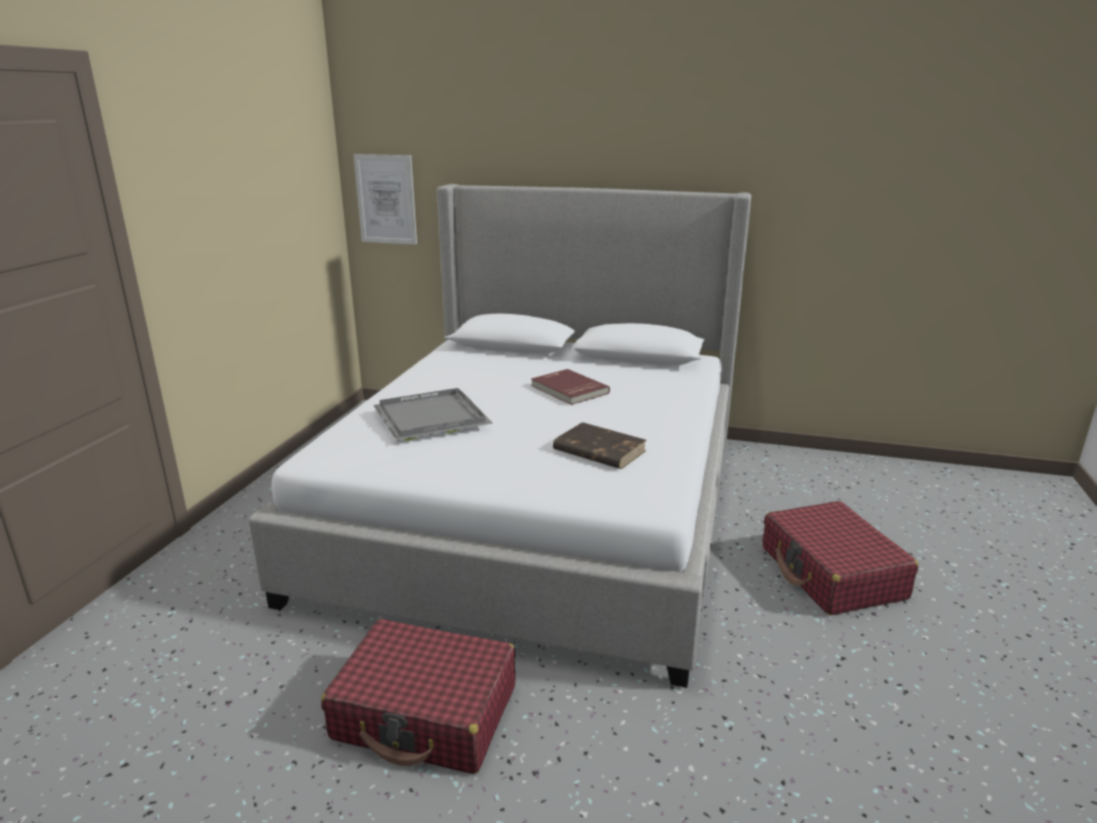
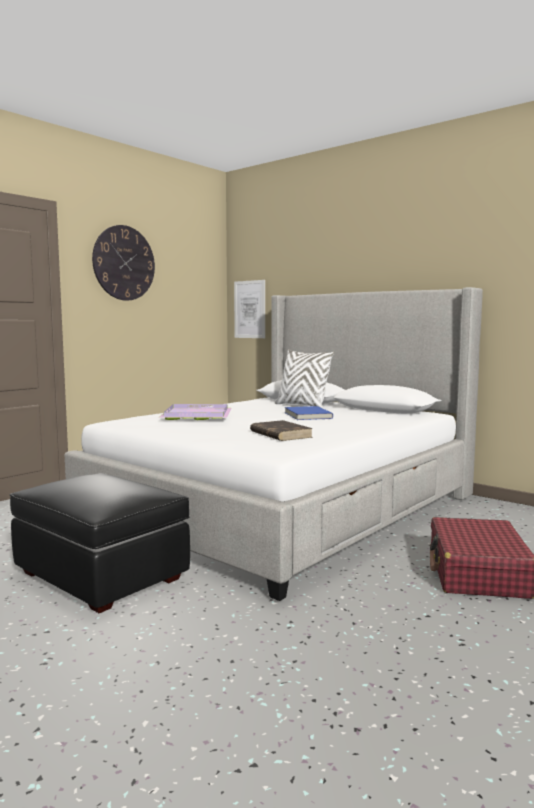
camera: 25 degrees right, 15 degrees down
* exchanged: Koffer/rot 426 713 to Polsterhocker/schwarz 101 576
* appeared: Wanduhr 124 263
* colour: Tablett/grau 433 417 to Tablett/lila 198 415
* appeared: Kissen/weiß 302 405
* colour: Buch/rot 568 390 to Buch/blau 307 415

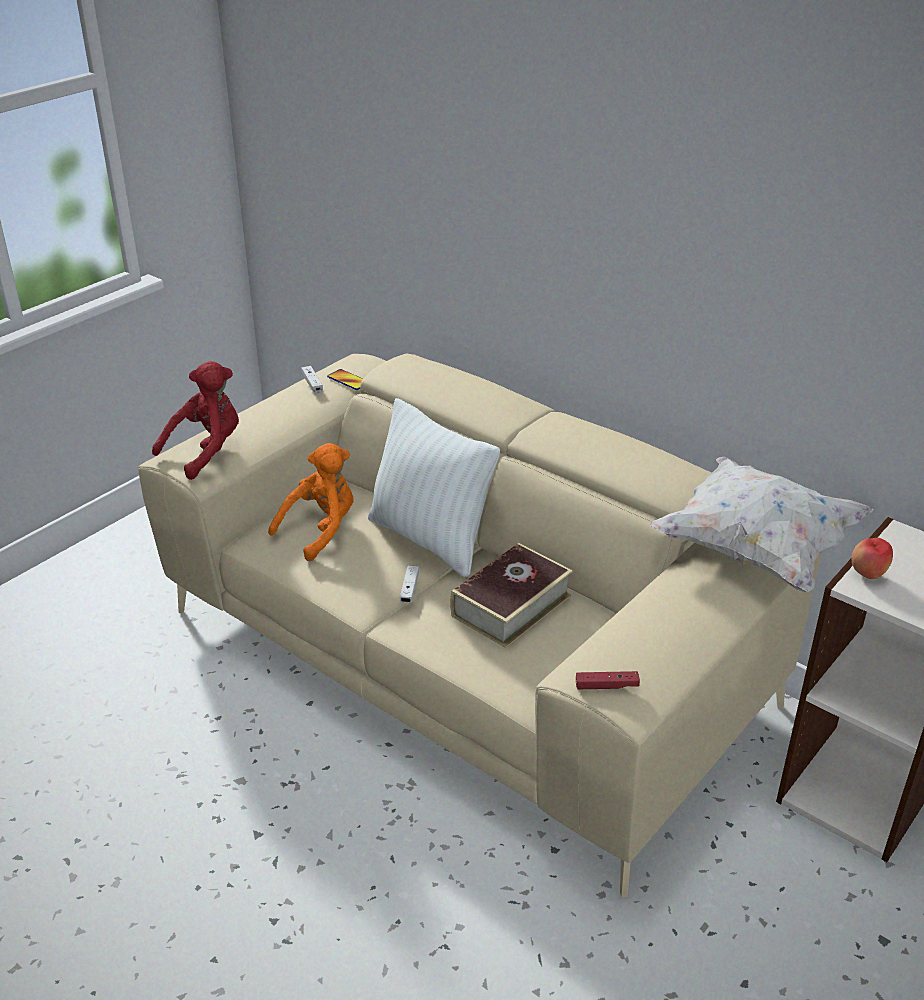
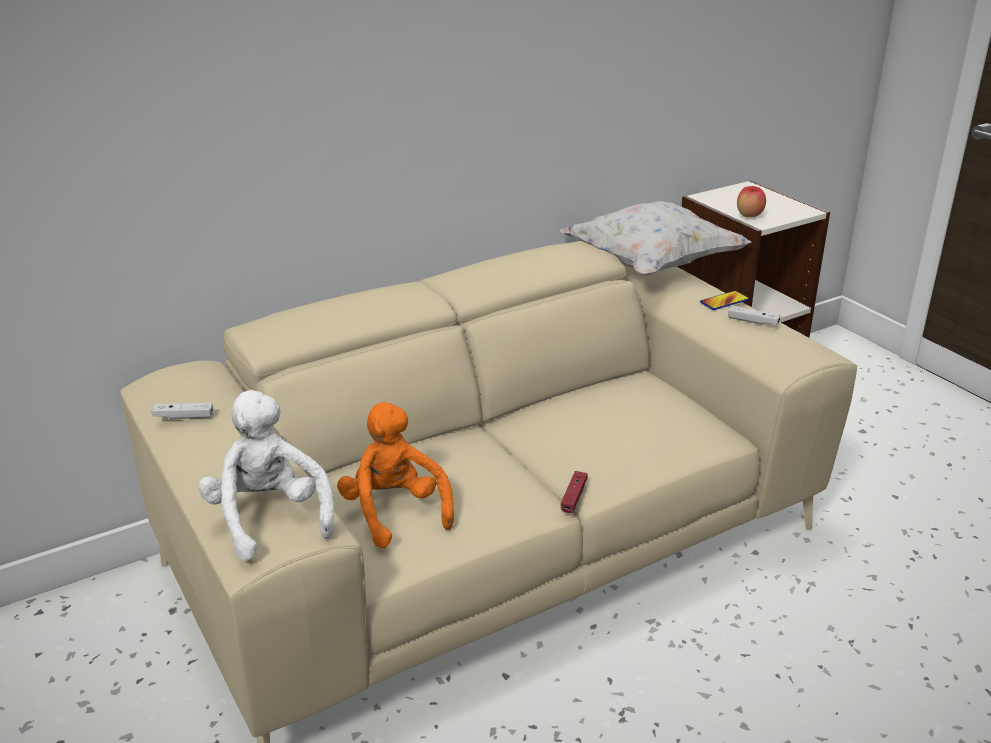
camera: 70 degrees left, 5 degrees down
* colour: Plüschtier/rot 206 451 to Plüschtier/weiß 269 518
* relocated: Gamepad/rot 606 686 to 574 497
* relocated: Handy 348 380 to 724 301
* relocated: Gamepad/weiß 409 589 to 753 321
* missing: Kissen/weiß 430 539
* missing: Buch 511 605

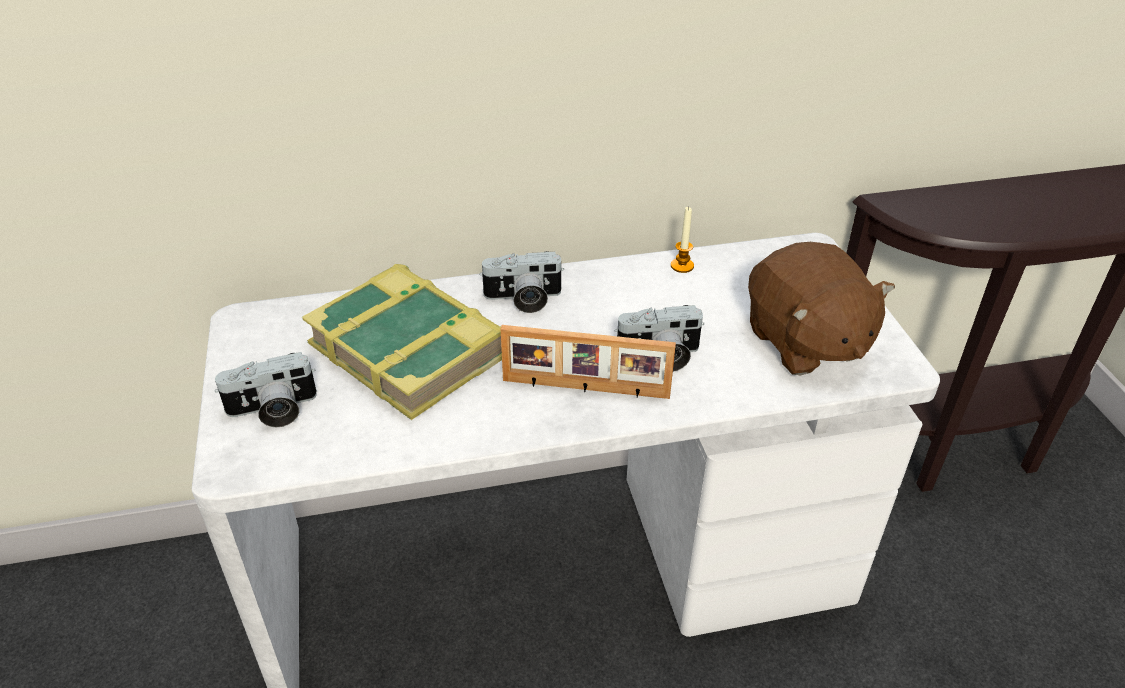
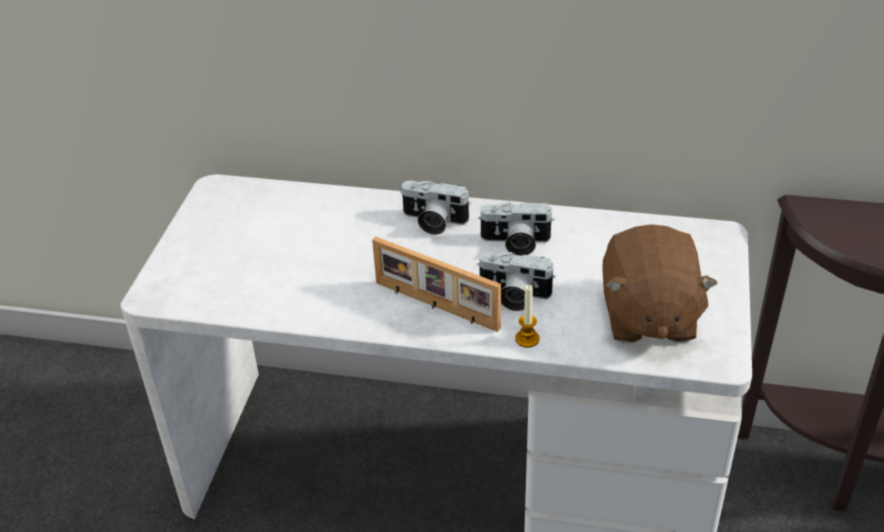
camera: 25 degrees right, 0 degrees up
* relocated: Kamera 273 411 to 515 243
* relocated: Kerze 682 266 to 527 339
* missing: Buch 411 349

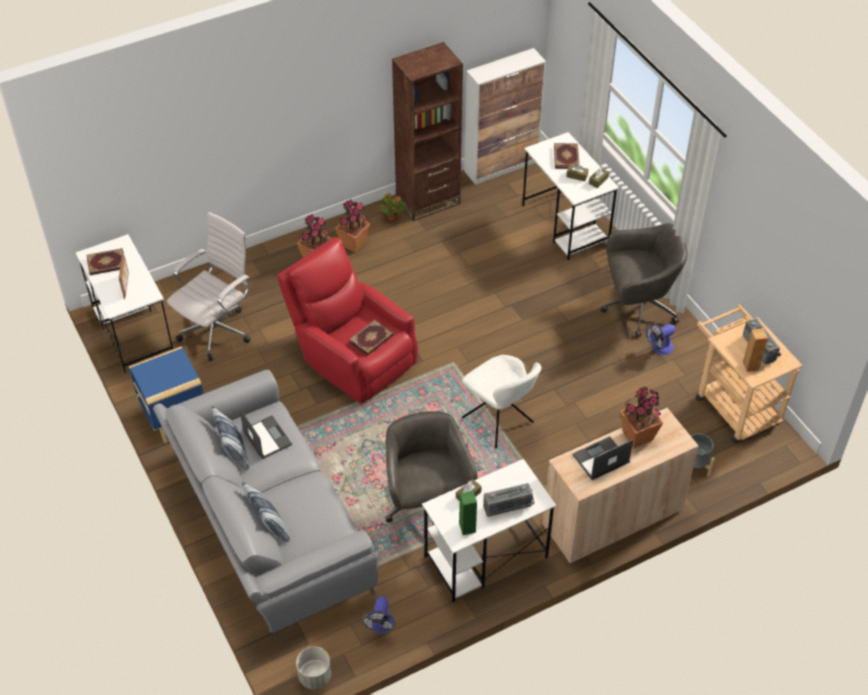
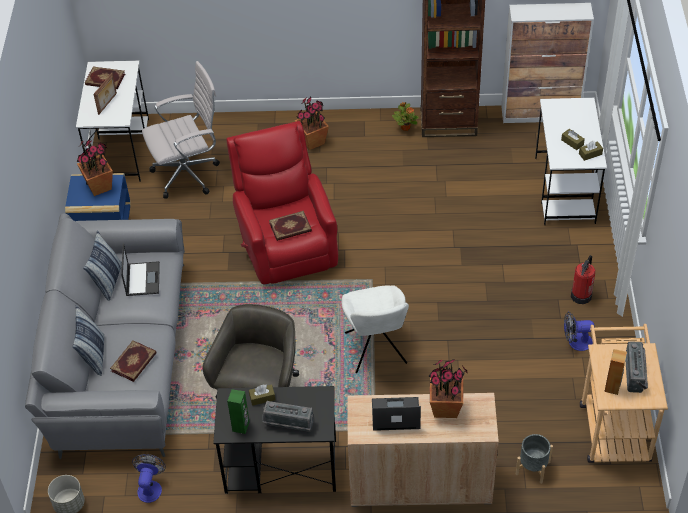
camera: 30 degrees right, 0 degrees up
* relocated: Topfpflanze 353 244 to 99 186
* relocated: Buch 567 157 to 134 362
* spun: Ventilator 380 627 = 150 487 150 degrees clockwise
* colour: Schreibtisch/weiß 485 557 to Schreibtisch/schwarz 280 467
* exchanged: Bürostuhl/grau 637 308 to Feuerlöscher 581 295

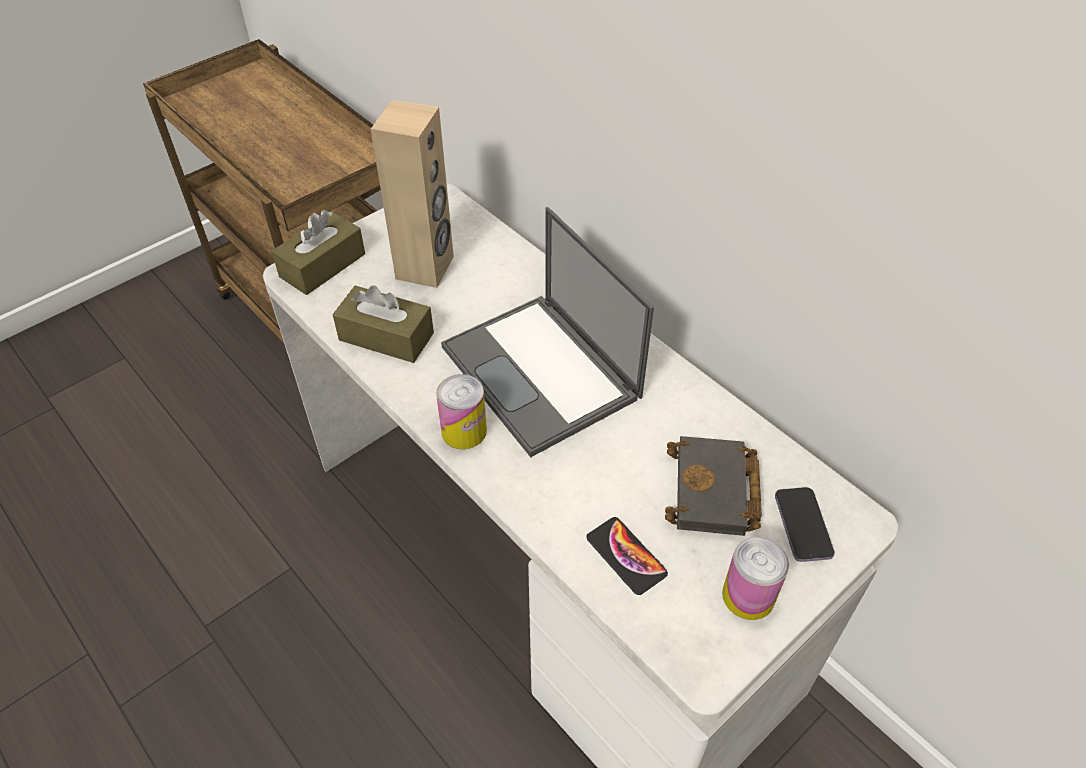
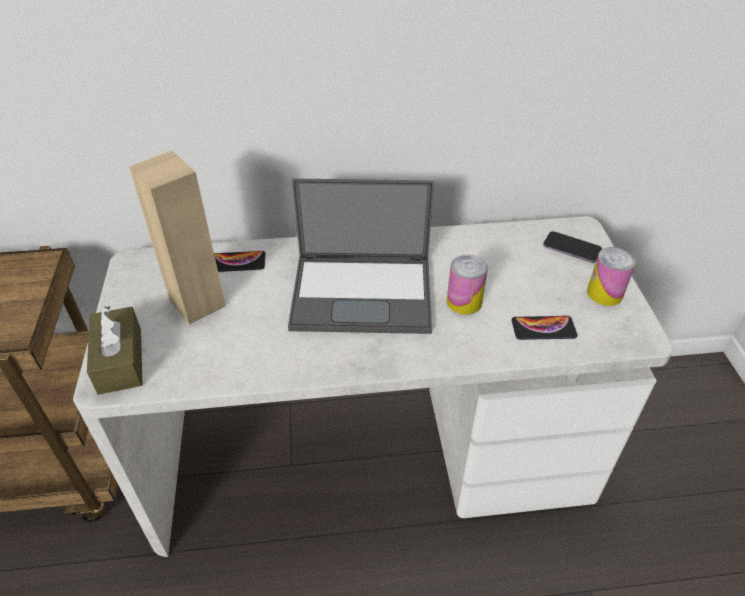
camera: 55 degrees left, 5 degrees down
* appeared: Handy 237 262
* relocated: Dose 464 431 to 464 301
* missing: Taschentuchbox/braun 386 336
* missing: Buch/schwarz 715 493

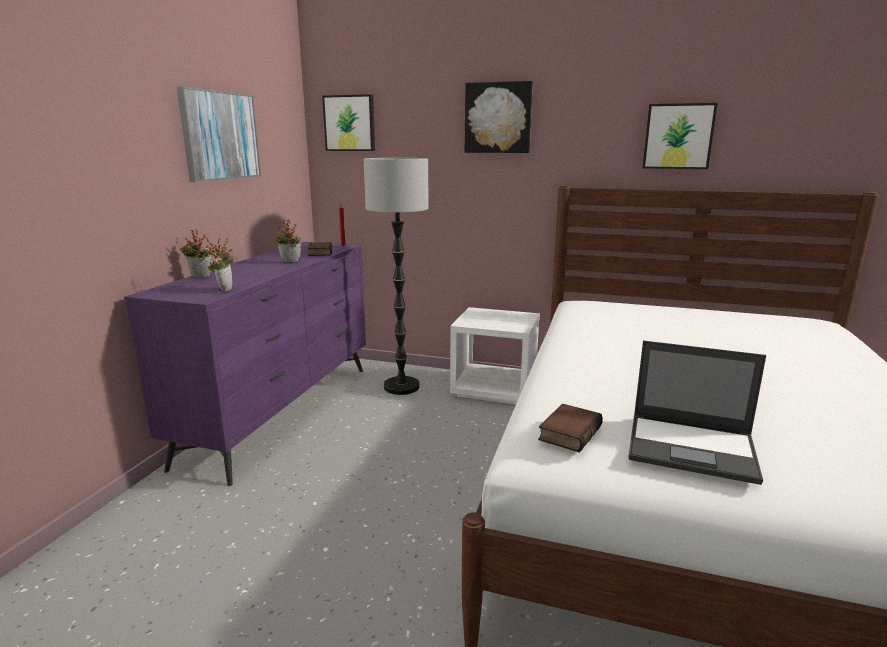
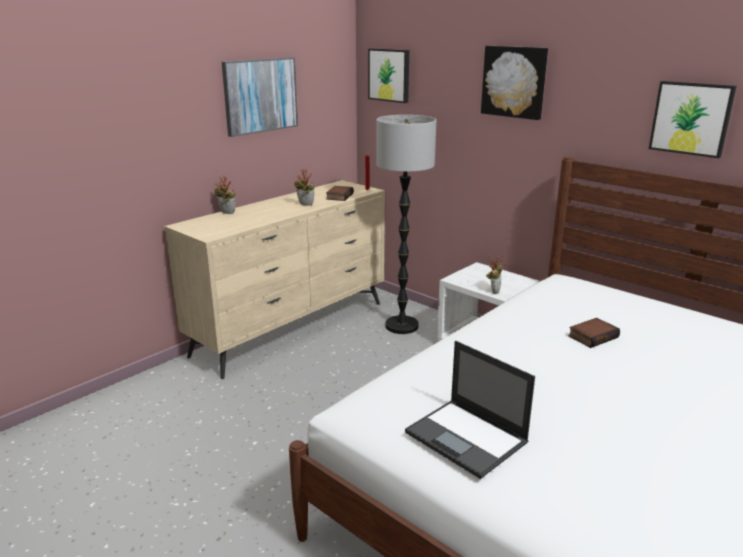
camera: 25 degrees right, 5 degrees up
* colour: Kommode/lila 283 412 to Kommode/beige 293 328
* relocated: Topfpflanze 224 289 to 493 291
* relocated: Buch 568 432 to 592 336

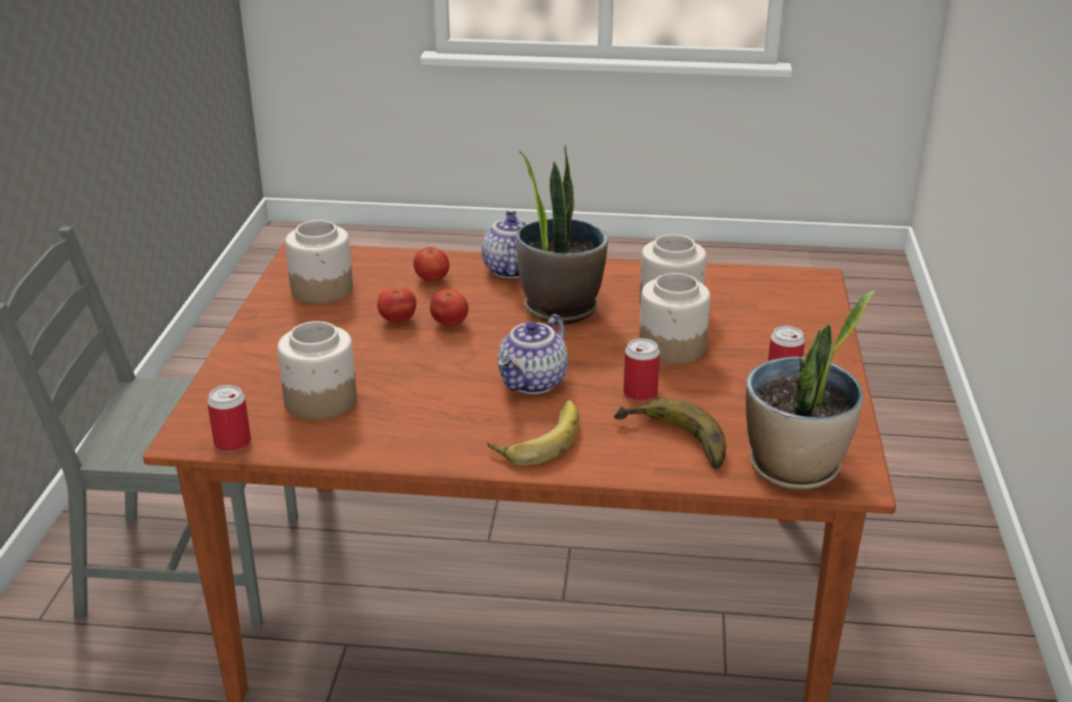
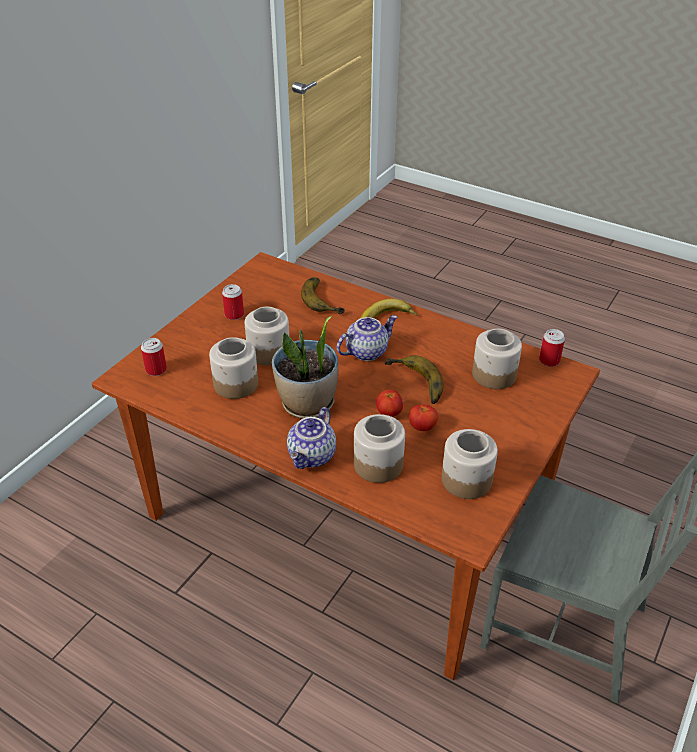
camera: 155 degrees left, 10 degrees up
* relocated: Dose 640 393 to 156 370
* exchanged: Tomate 432 279 to Vorratsglas 377 464
* appeared: Banane 413 384
* missing: Topfpflanze 794 468

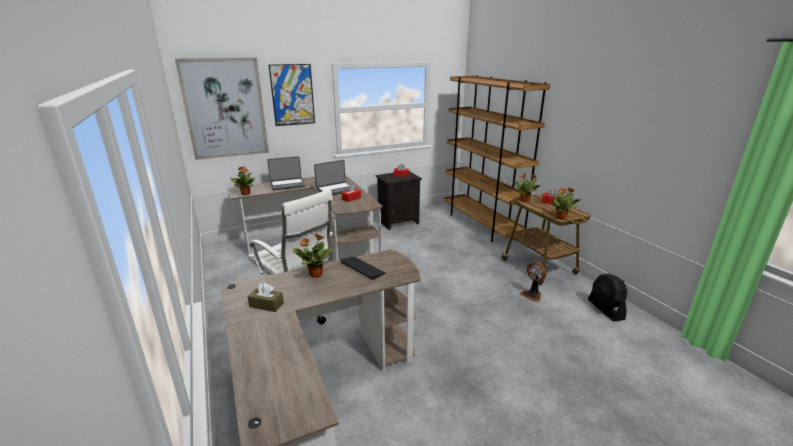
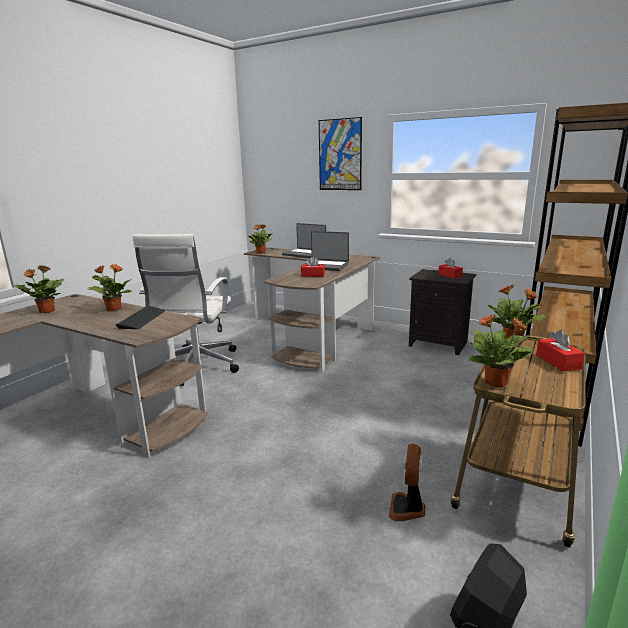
camera: 55 degrees right, 5 degrees down
* exchanged: Taschentuchbox/braun 266 305 to Topfpflanze 46 311
* missing: Bild 225 108

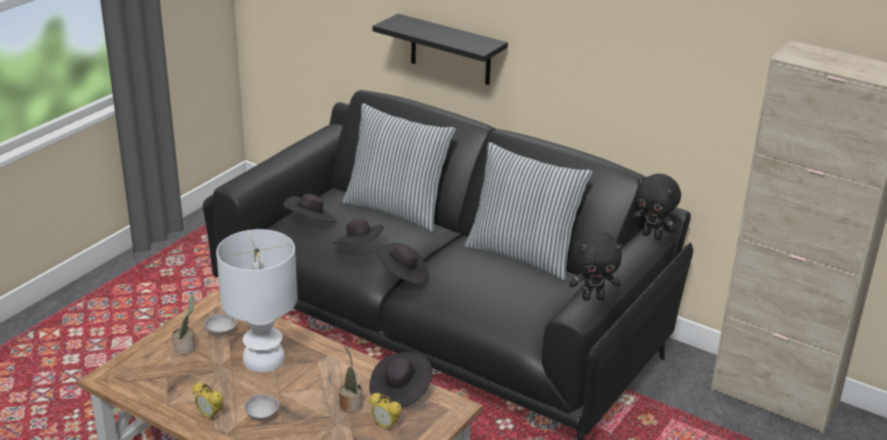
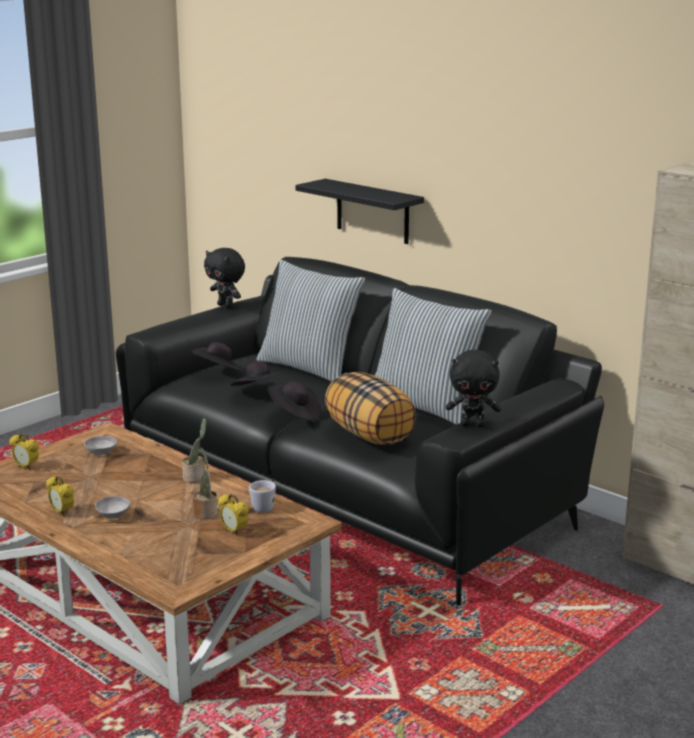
camera: 10 degrees right, 10 degrees down
* appeared: Wecker 26 467
* relocated: Topfpflanze 186 348 to 195 478
* relocated: Plüschtier/schwarz 652 236 to 226 306
* exchanged: Hut/schwarz 400 392 to Henkelbecher/weiß 260 507
* appeared: Kissen 370 435
* missing: Tischlampe/weiß 263 359

